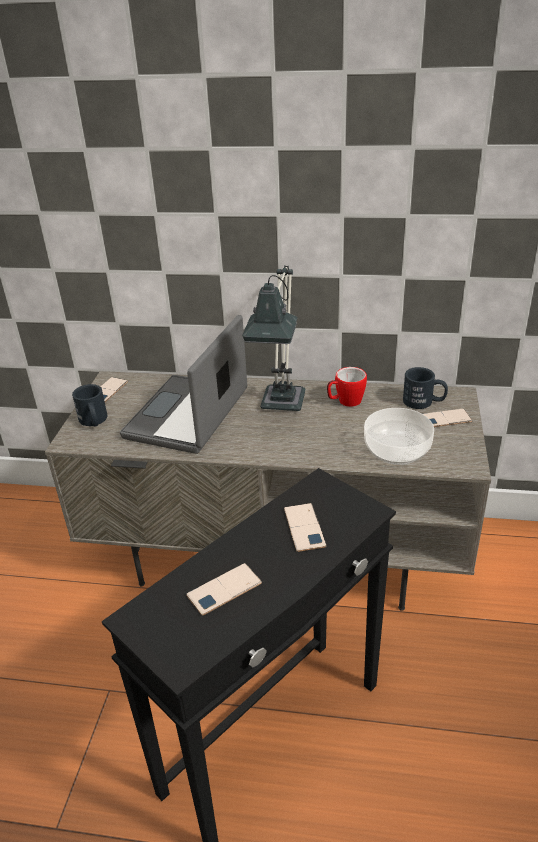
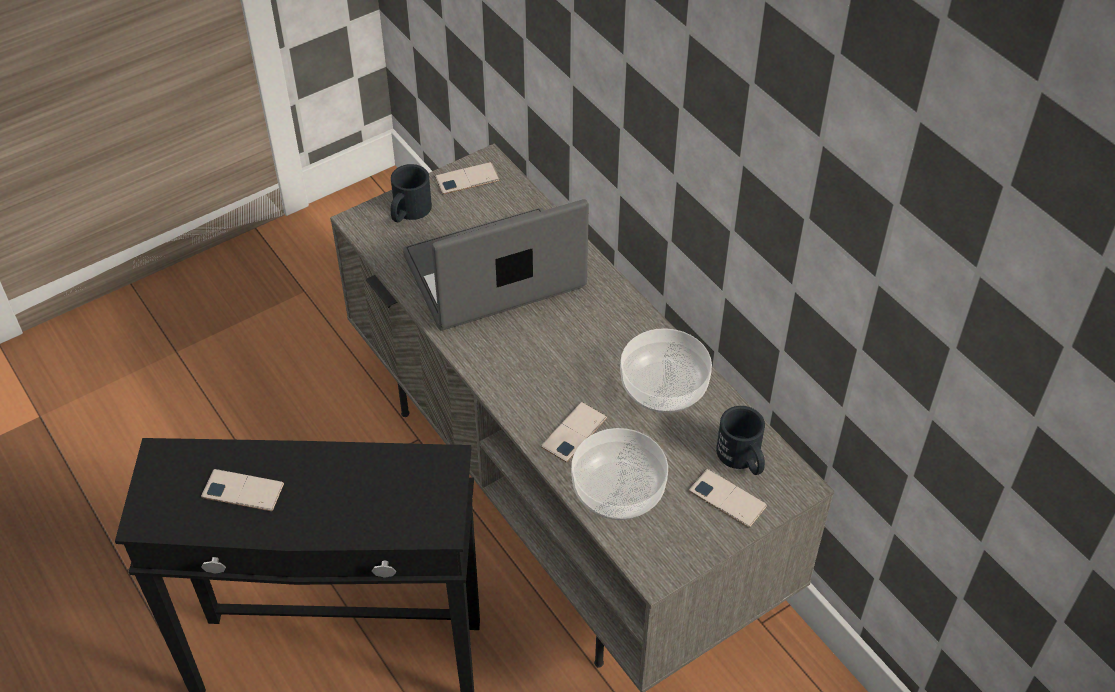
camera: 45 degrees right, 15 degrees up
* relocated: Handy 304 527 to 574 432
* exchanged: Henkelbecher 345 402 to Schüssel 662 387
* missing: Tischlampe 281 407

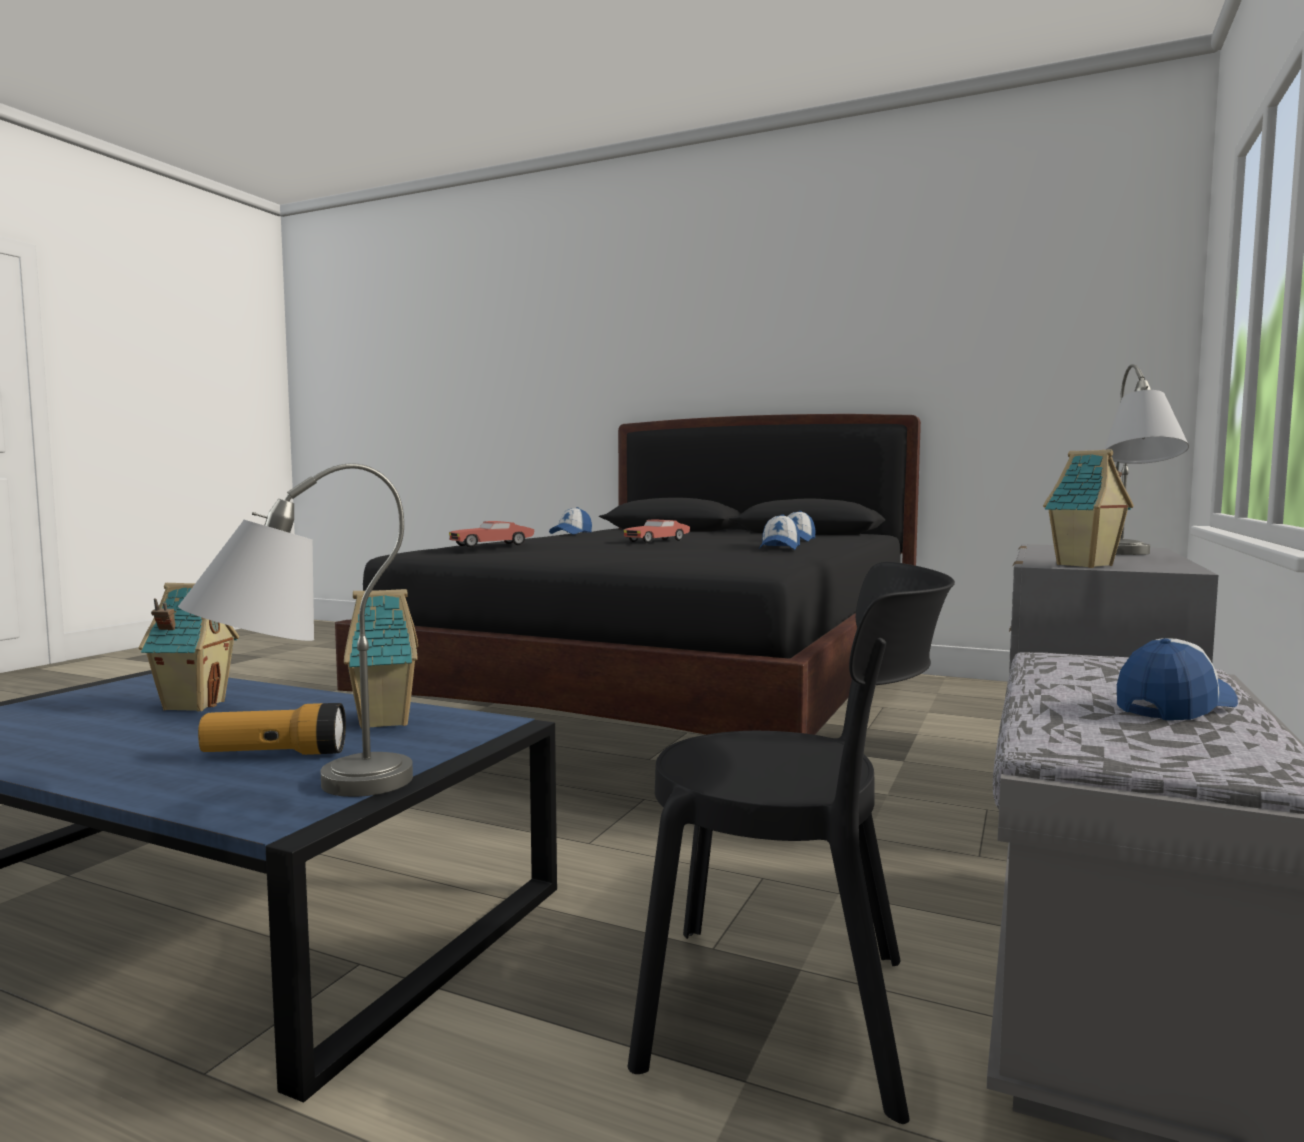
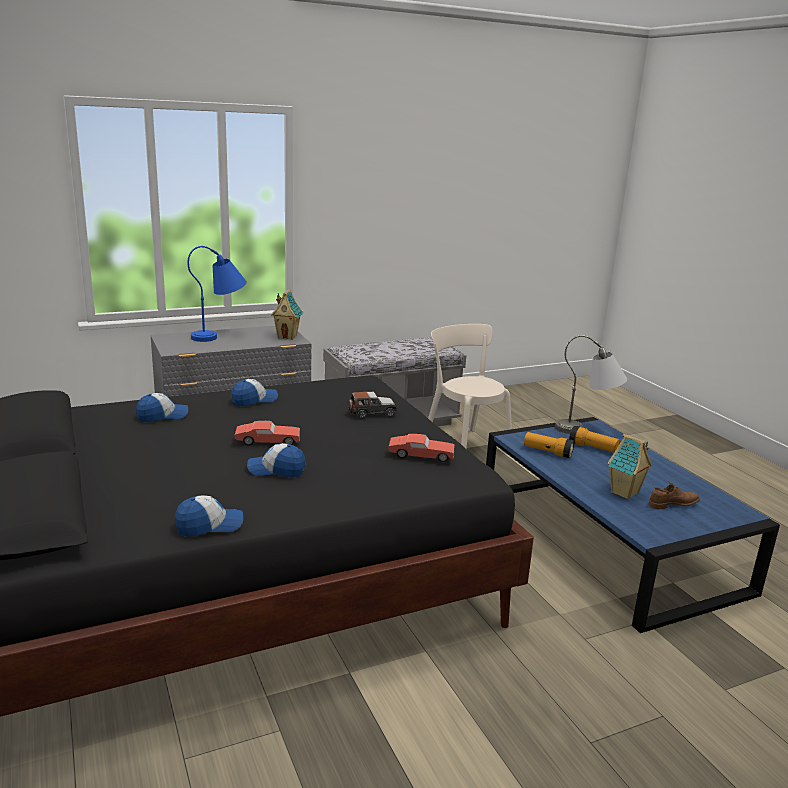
camera: 140 degrees left, 15 degrees up
* colour: Tischlampe/grau 1129 555 to Tischlampe/blau 221 335
* relocated: Kappe 1175 705 to 276 470
* appeared: Spielzeugauto 372 413
* colour: Stuhl/schwarz 795 1013 to Stuhl/beige 464 446
* exchanged: Spielzeughaus 387 721 to Taschenlampe 547 452
* appeared: Schuh/braun 673 504

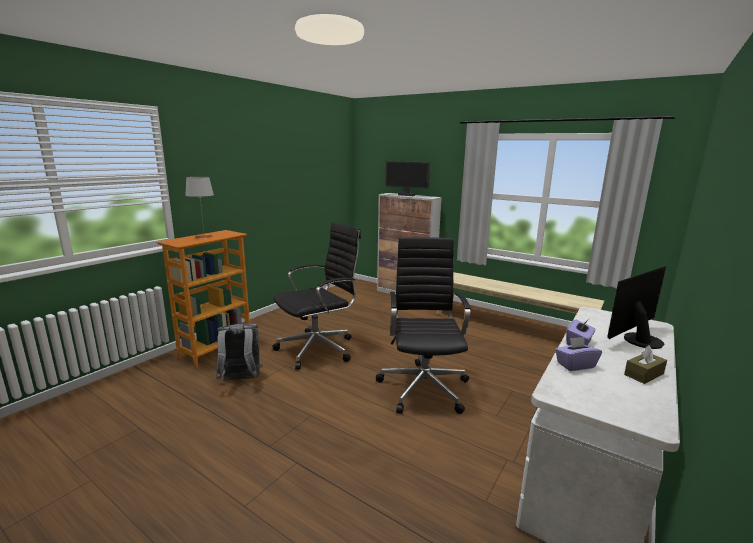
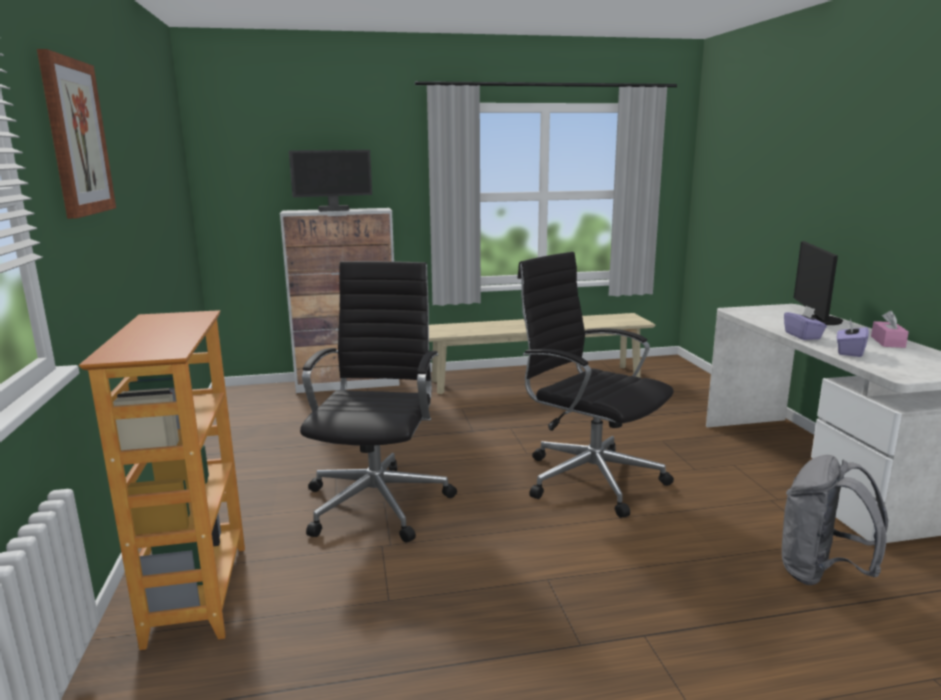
camera: 45 degrees left, 0 degrees up
* appeared: Bild 76 138
* relocated: Rucksack/grau 241 380 to 821 573
* colour: Taschentuchbox/braun 643 374 to Taschentuchbox/rosa 887 342
* missing: Tischlampe/grau 204 236

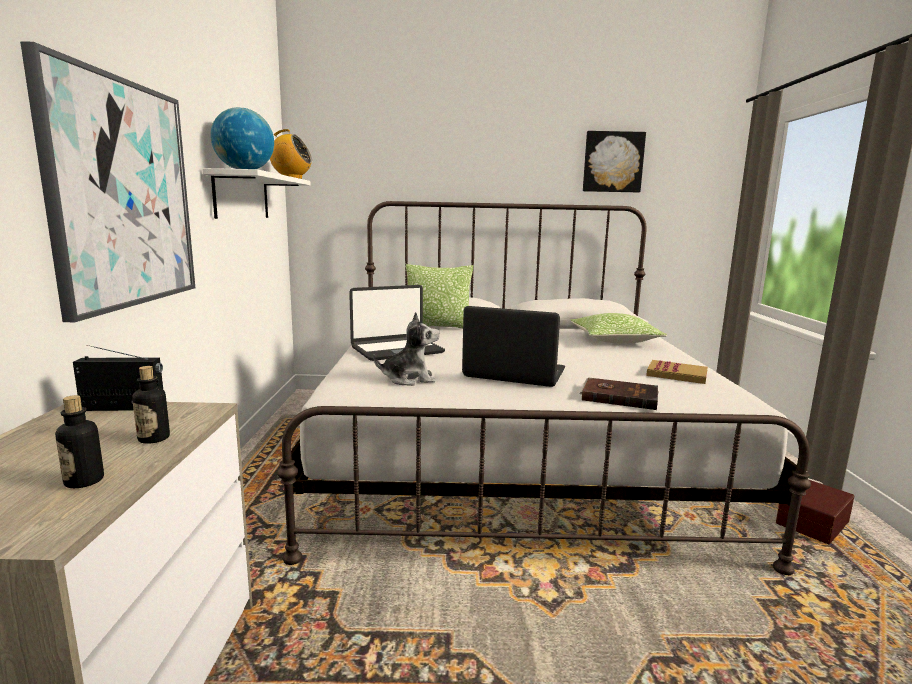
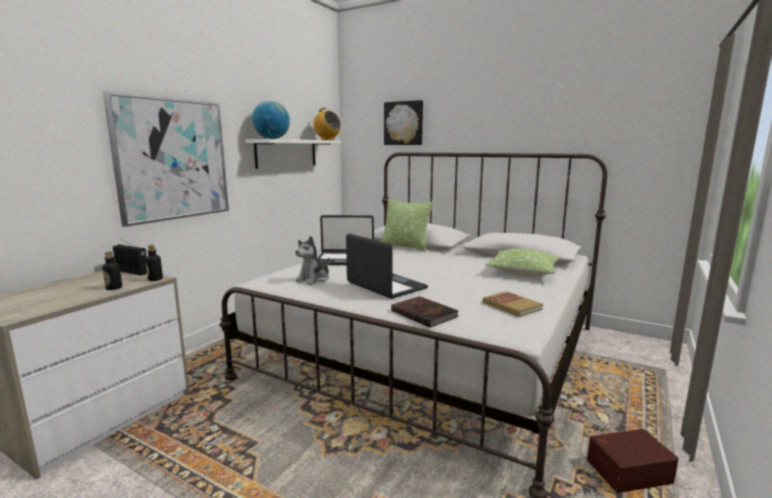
camera: 30 degrees right, 0 degrees up
* relocated: Flasche 84 481 to 155 279
* spun: Plüschtier 409 379 = 314 279 105 degrees clockwise
* relocated: Bild 612 162 to 403 123

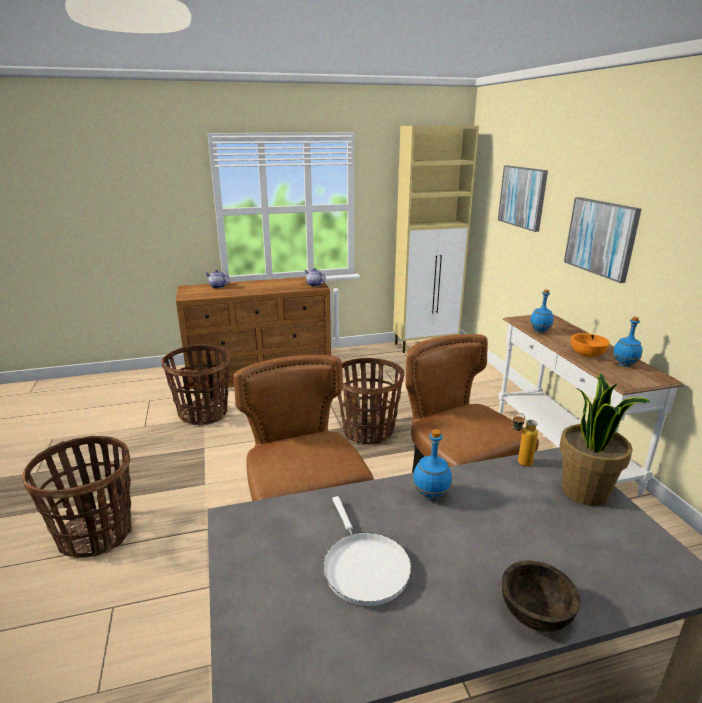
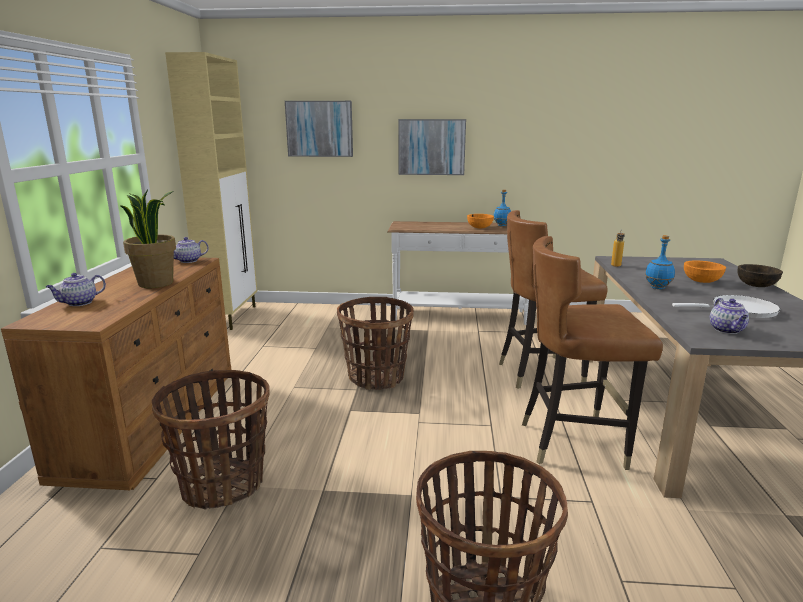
camera: 70 degrees left, 5 degrees down
* relocated: Topfpflanze 586 491 to 156 283
* appeared: Schüssel/orange 701 281
* appeared: Teekanne 727 330
* missing: Flasche/blau 539 332

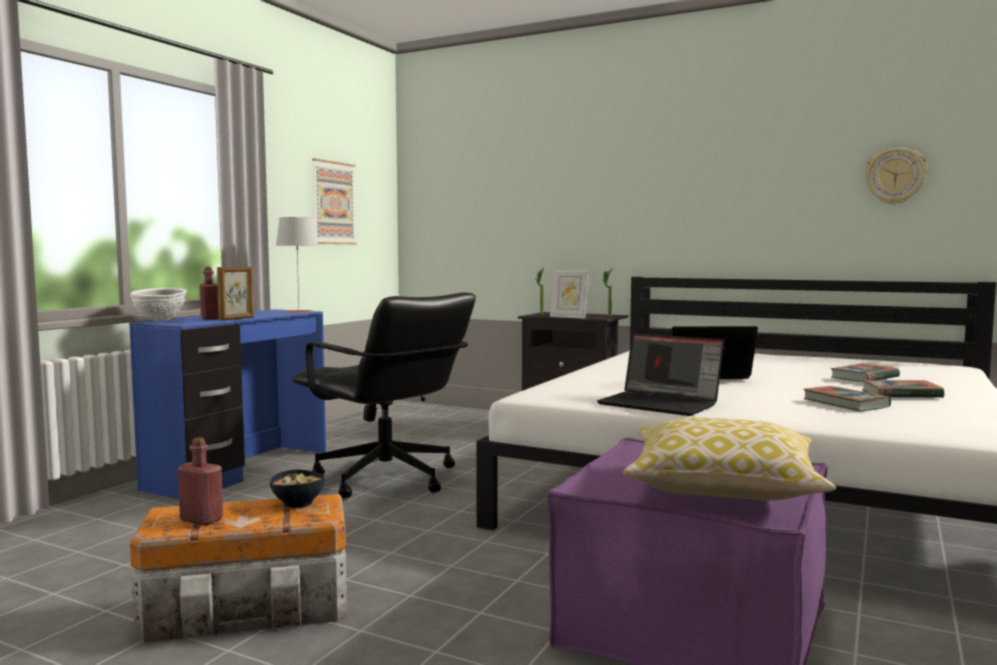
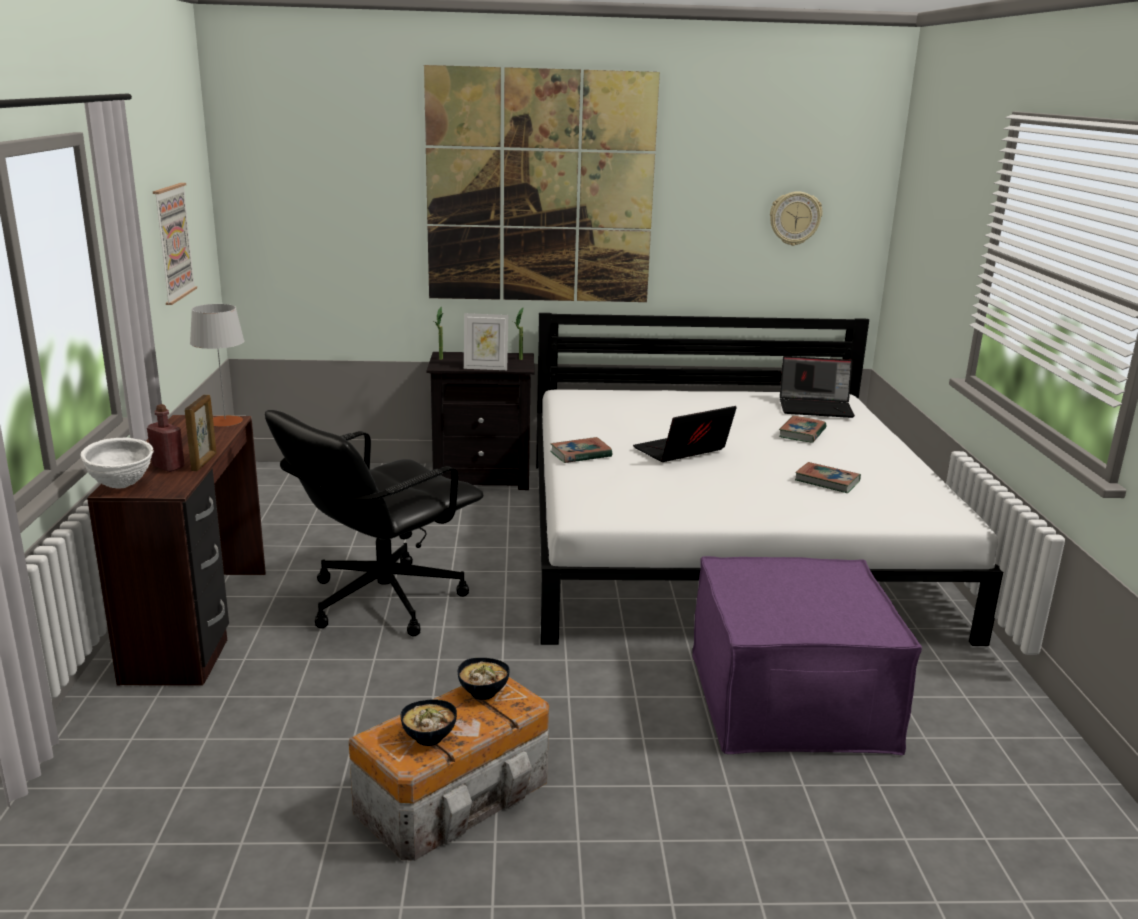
camera: 30 degrees left, 15 degrees up
* colour: Schreibtisch/blau 241 470 to Schreibtisch/braun 201 624
* spun: Bürostuhl/schwarz 386 479 = 382 600 120 degrees clockwise
* exchanged: Flasche/rot 201 519 to Schüssel 430 738
* appeared: Bild 540 188
* relocated: Buch 901 394 to 580 454
* relocated: Laptop 661 404 to 816 407
* missing: Kissen 723 488

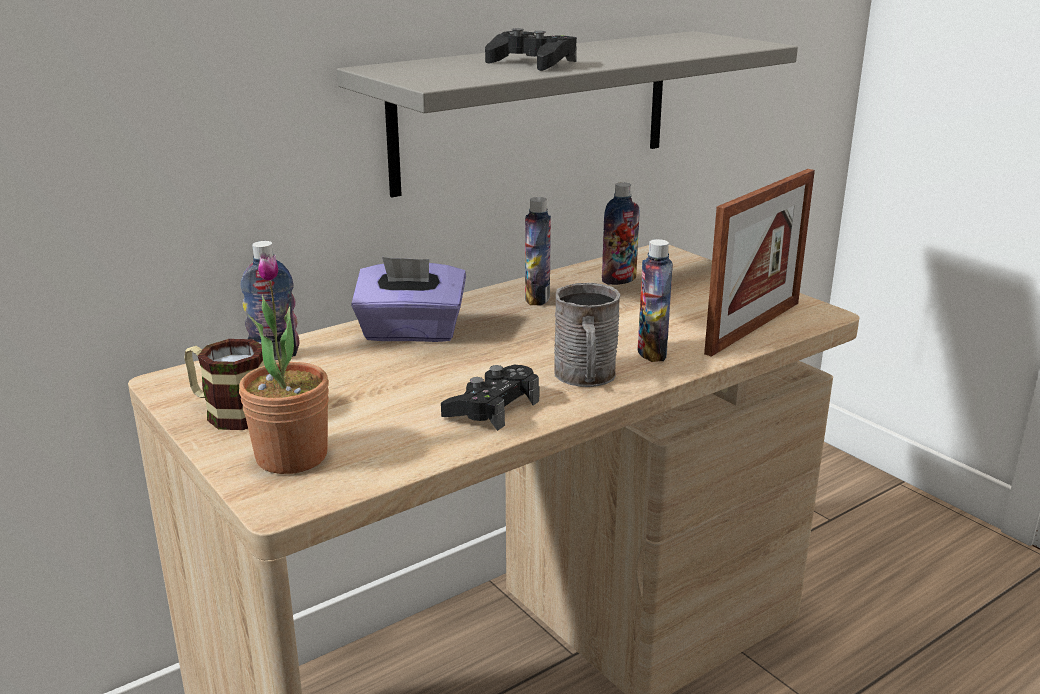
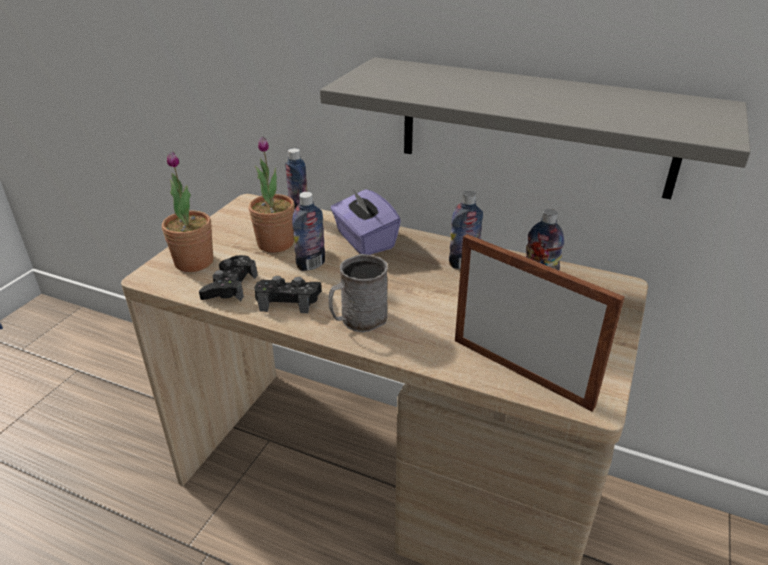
camera: 60 degrees right, 10 degrees up
* relocated: Gamepad/schwarz 532 63 to 230 286
* appeared: Topfpflanze 275 243
* relocated: Flasche 652 353 to 311 264
* spun: Bilderrahmen 753 327 = 520 372 150 degrees counterclockwise
* missing: Henkelbecher 228 412

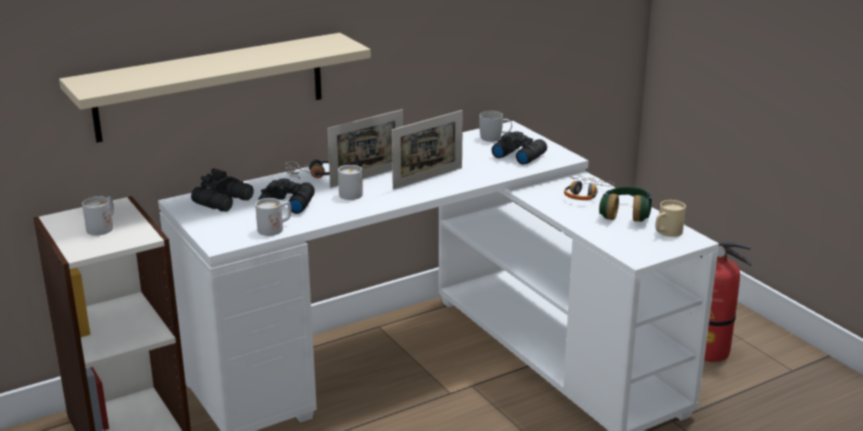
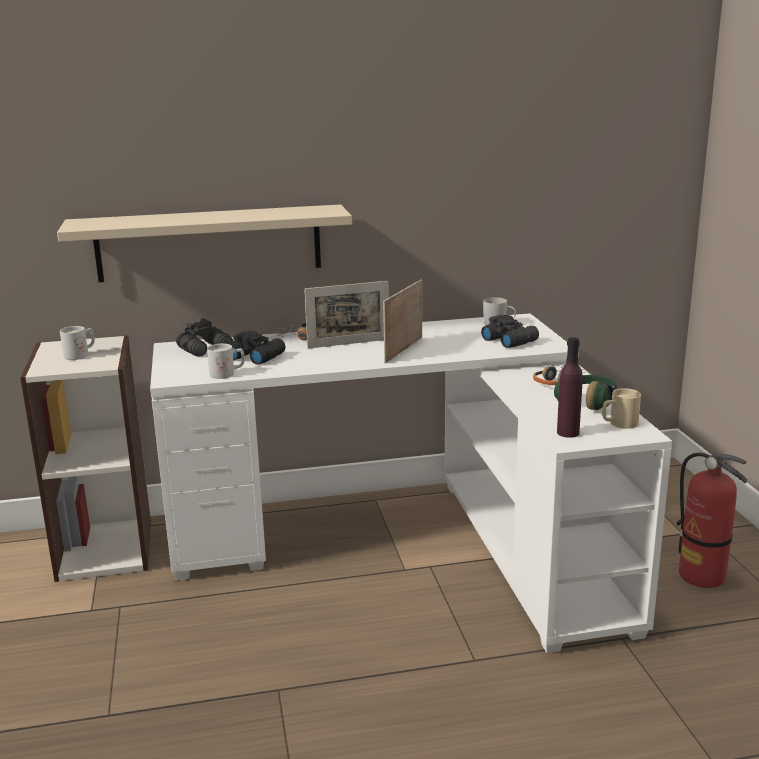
camera: 20 degrees right, 5 degrees down
* spun: Bilderrahmen 428 178 = 404 350 135 degrees clockwise
* appeared: Flasche/lila 568 433
* missing: Henkelbecher/weiß 351 192

